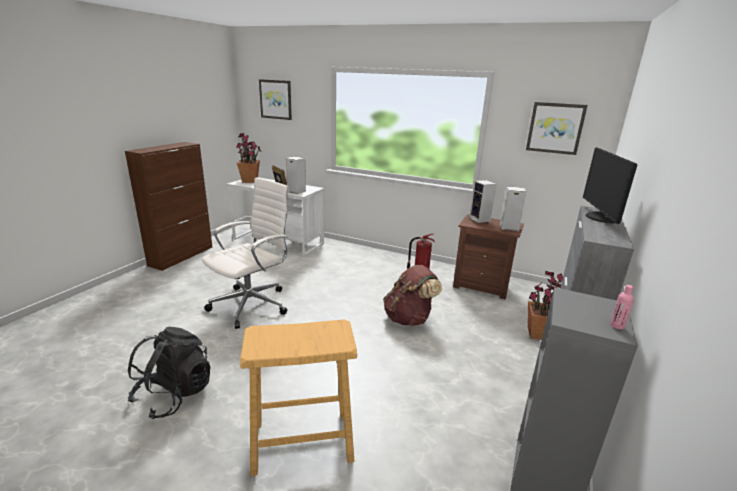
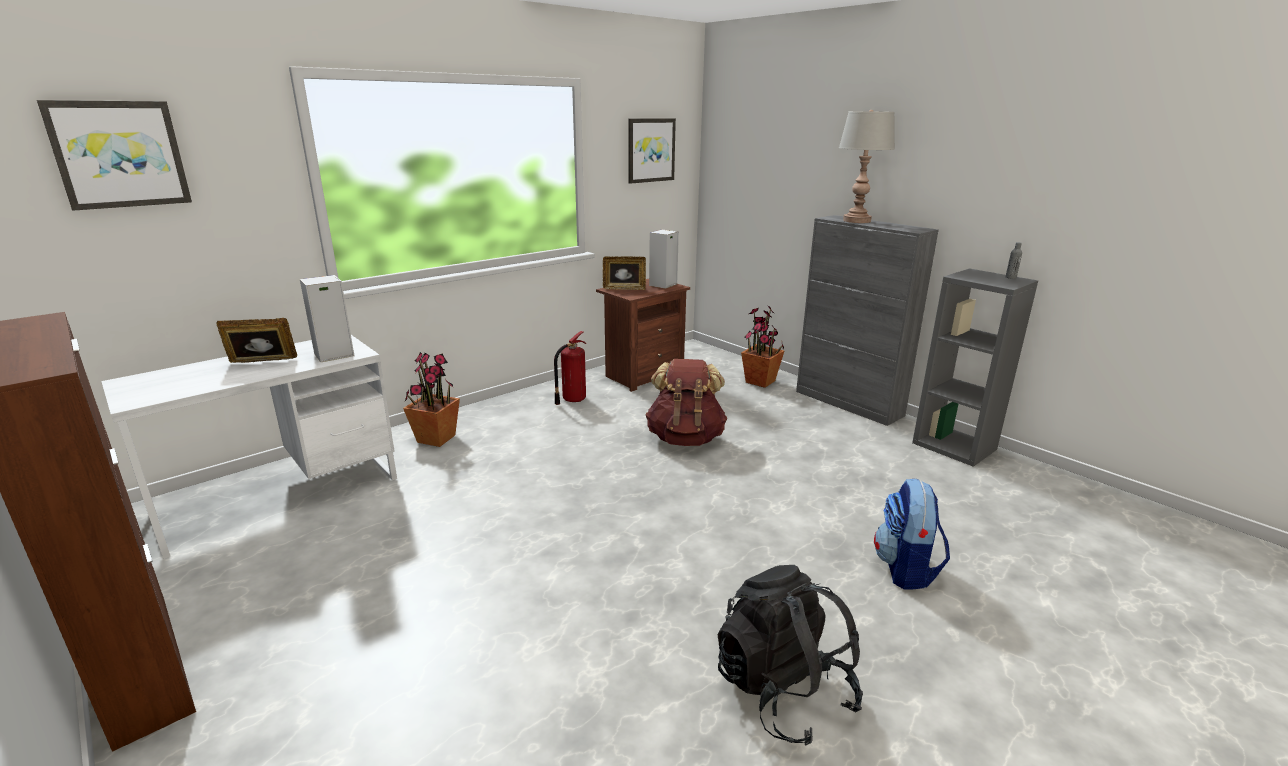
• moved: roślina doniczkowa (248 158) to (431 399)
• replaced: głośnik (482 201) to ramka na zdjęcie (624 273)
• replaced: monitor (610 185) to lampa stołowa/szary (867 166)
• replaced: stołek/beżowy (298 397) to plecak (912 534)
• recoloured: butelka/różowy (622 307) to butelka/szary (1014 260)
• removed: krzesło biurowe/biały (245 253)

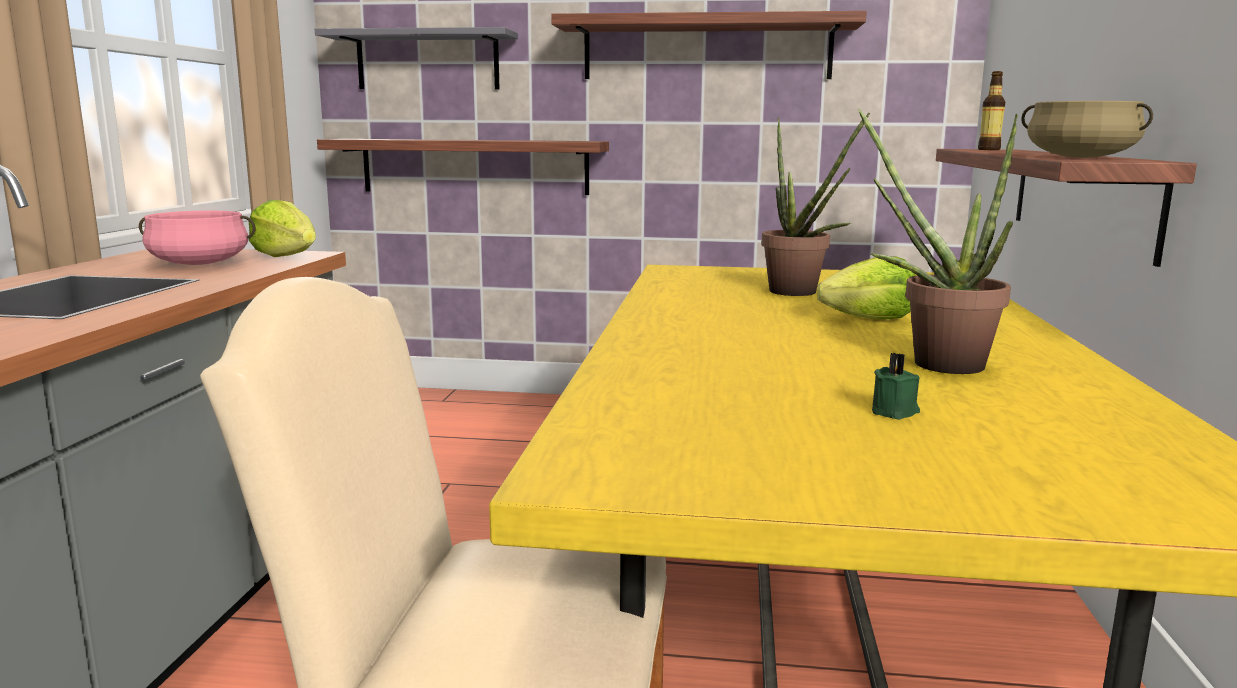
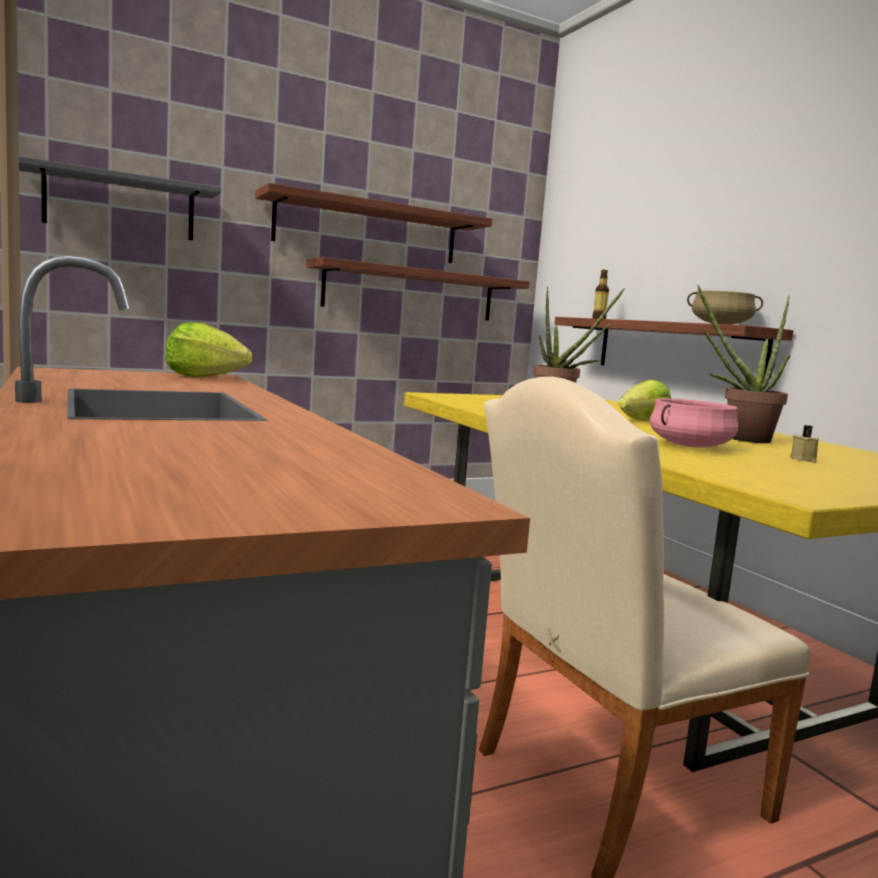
• moved: półka (463 167) to (418 289)
• moved: garnek/różowy (197 238) to (694 422)
• recoloured: świeca/zielony (896 386) to świeca/beżowy (804 444)

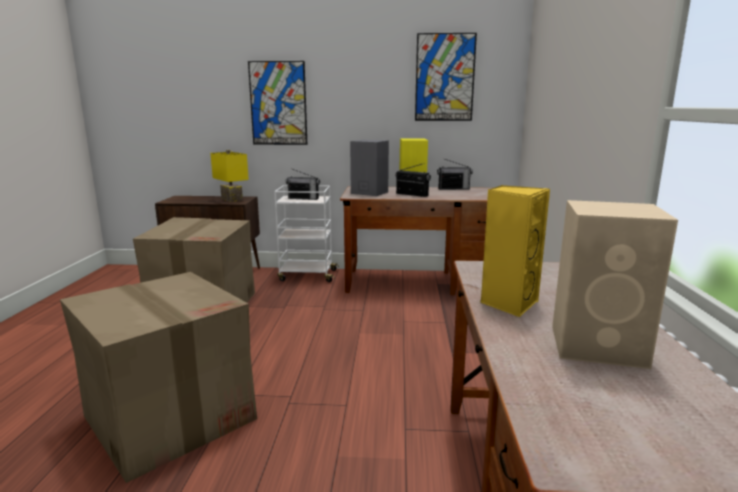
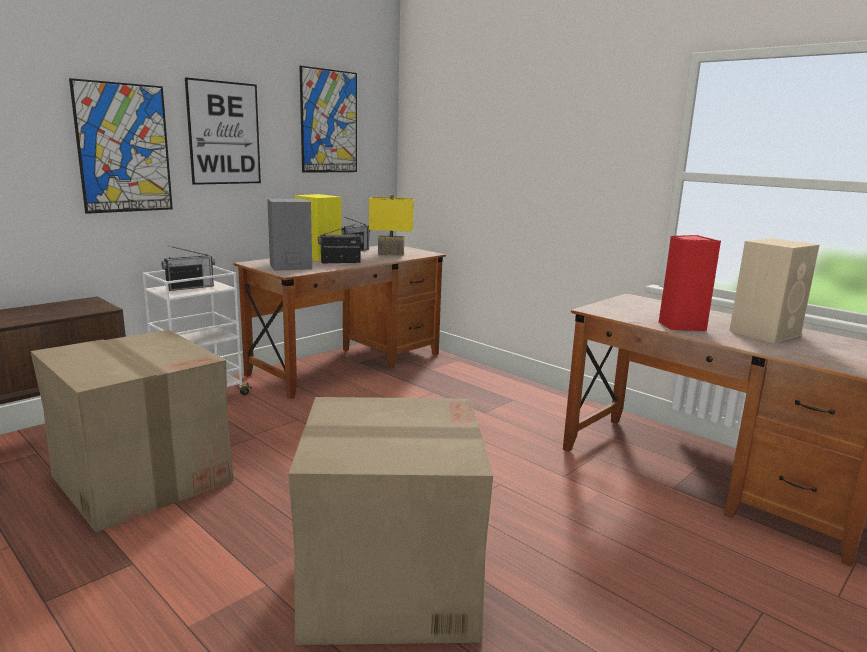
• added: obraz (223 131)
• moved: lampa stołowa/żółty (229 176) to (391 225)
• recoloured: głośnik/żółty (515 251) to głośnik/czerwony (690 283)

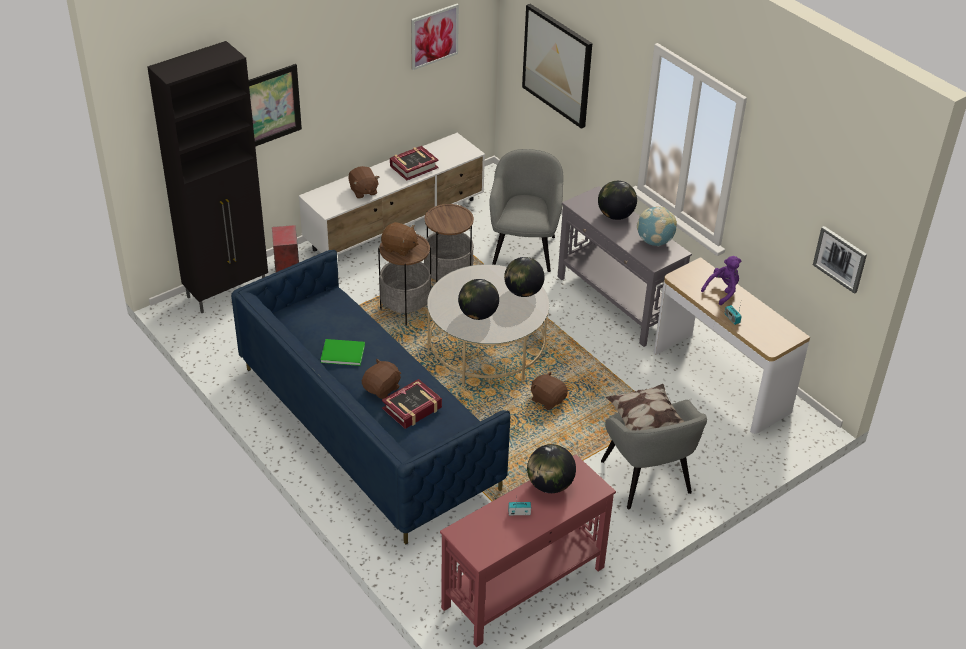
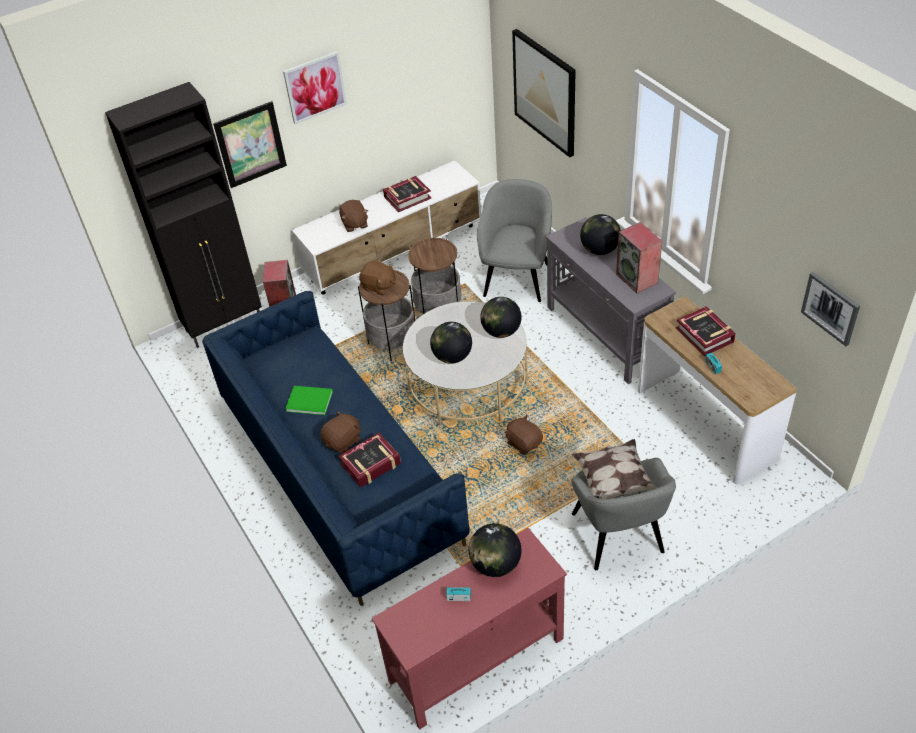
• moved: obraz (435 37) to (315 87)
• replaced: globus (657 226) to głośnik (639 257)
• replaced: pluszak/fioletowy (721 280) to książka (706 331)

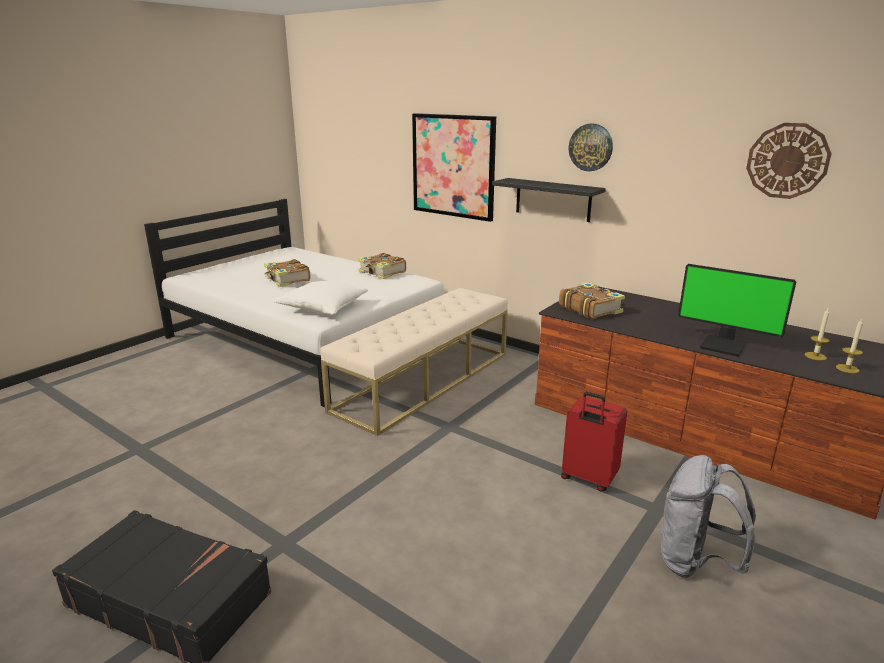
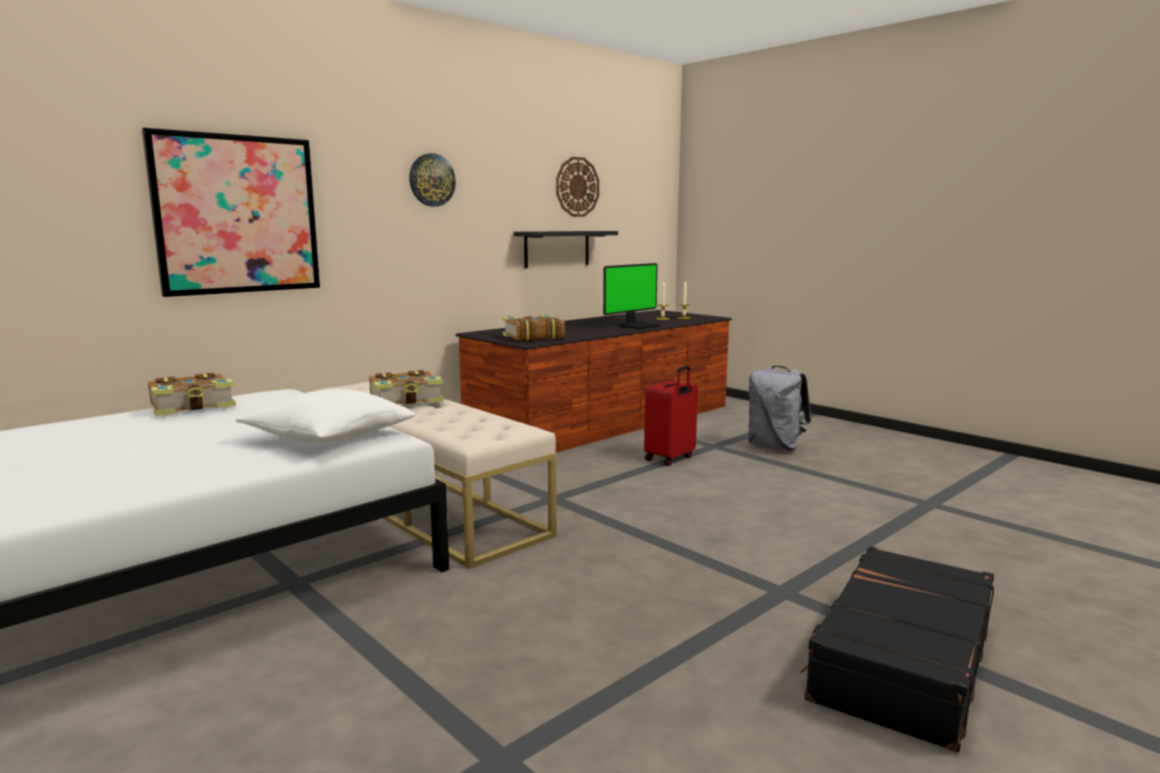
• moved: książka (287 273) to (406 387)
• moved: półka/czarny (549 200) to (565 249)

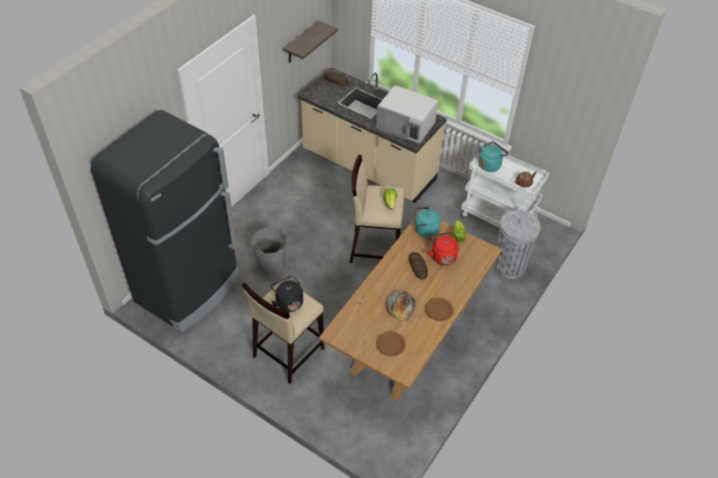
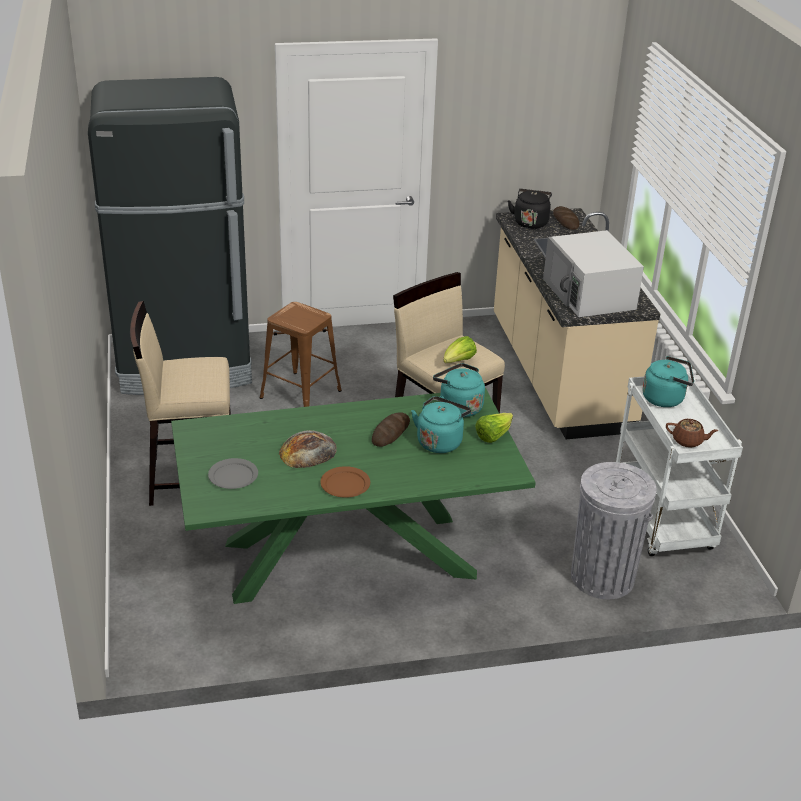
• recoloured: stół jadalny/brązowy (410 309) to stół jadalny/zielony (353 496)
• recoloured: talerz/brązowy (391 343) to talerz/szary (233 473)
• replaced: wiadro/szary (269 250) to stołek/brązowy (301 354)
• recoloured: czajnik/czerwony (443 248) to czajnik/turkusowy (441 424)
• moved: czajnik/czarny (287 293) to (530 209)
• removed: półka (310 42)

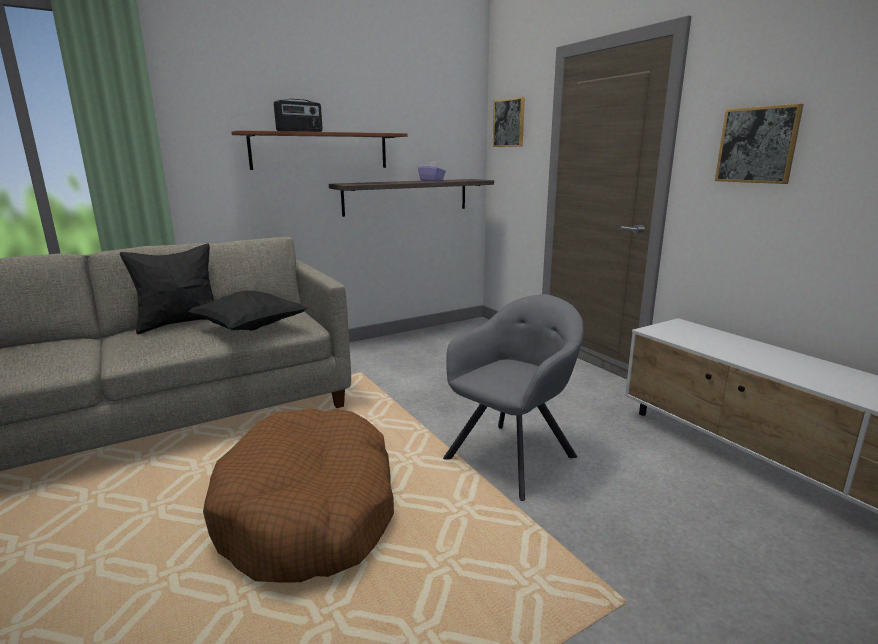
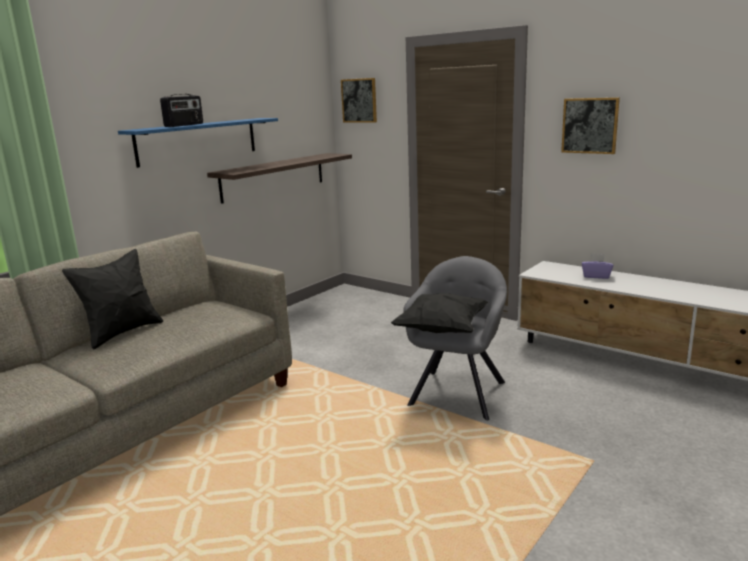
• recoloured: półka/brązowy (319 150) to półka/niebieski (198 143)
• moved: poduszka/czarny (247 311) to (439 313)
• moved: pudełko chusteczek/fioletowy (432 171) to (597 266)
• removed: legowisko/brązowy (298 496)

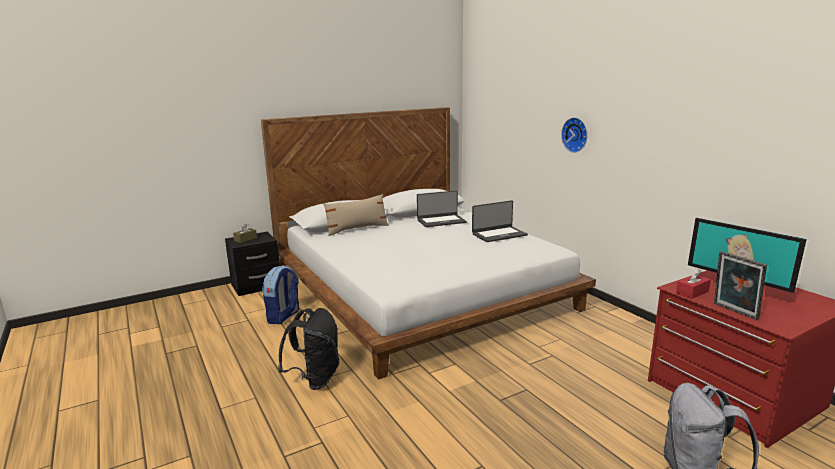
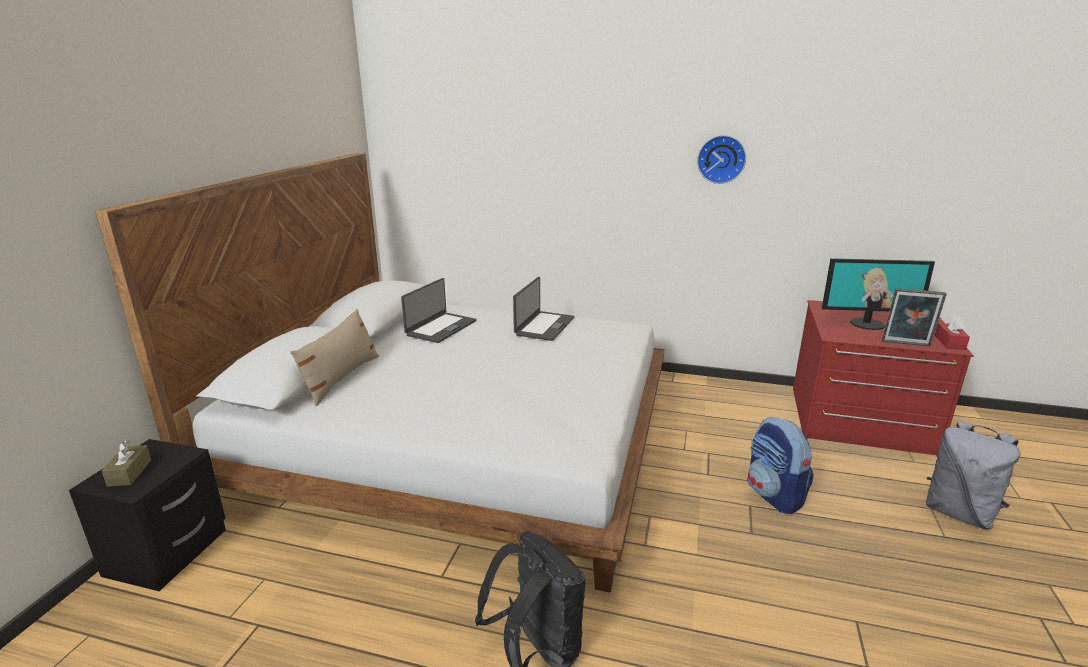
• moved: zegar ścienny (574 135) to (721 159)
• moved: plecak (280 294) to (780 465)
• moved: pudełko chusteczek/czerwony (693 283) to (952 333)

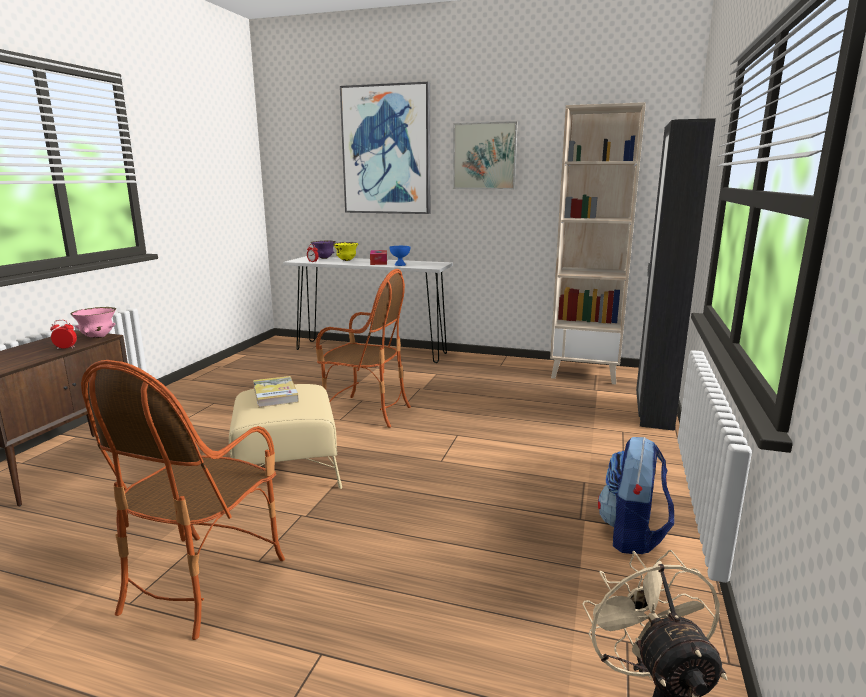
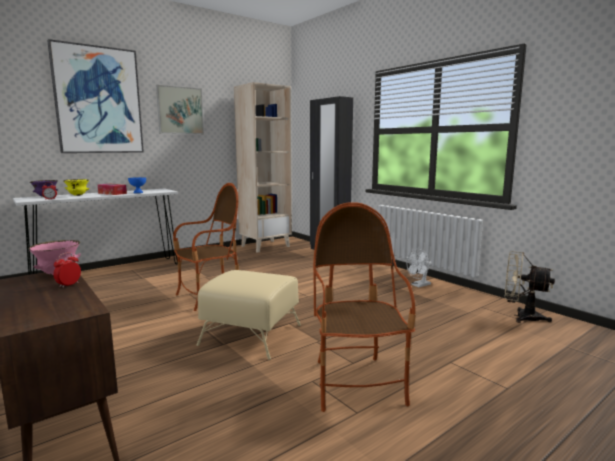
• turned: fotel (183 500) = (364 307) 150 degrees counterclockwise
• replaced: plecak (636 495) to wentylator/biały (419 268)
• removed: książka (276 392)

